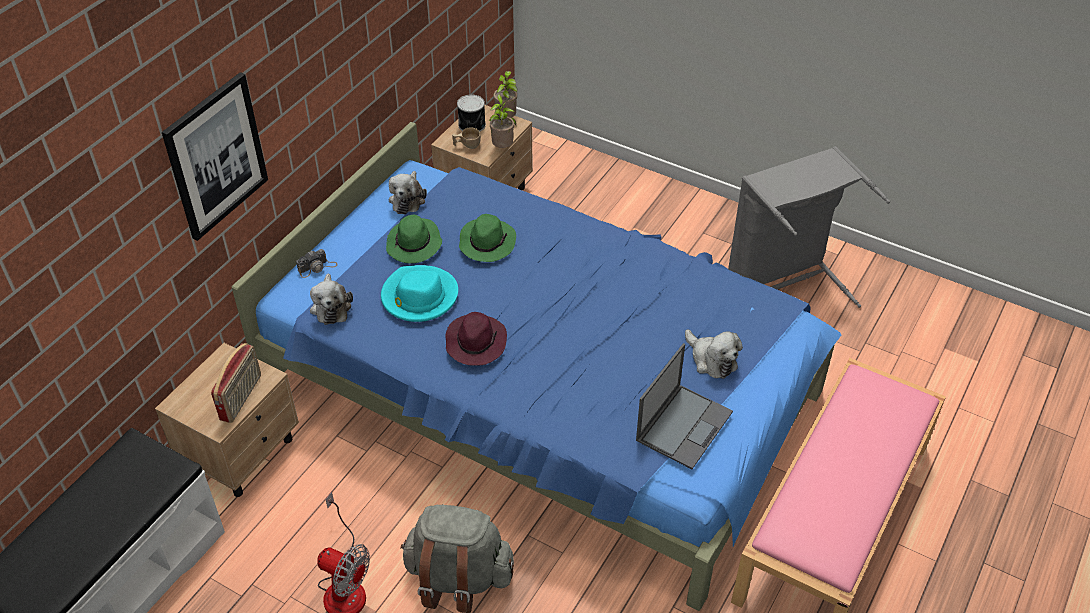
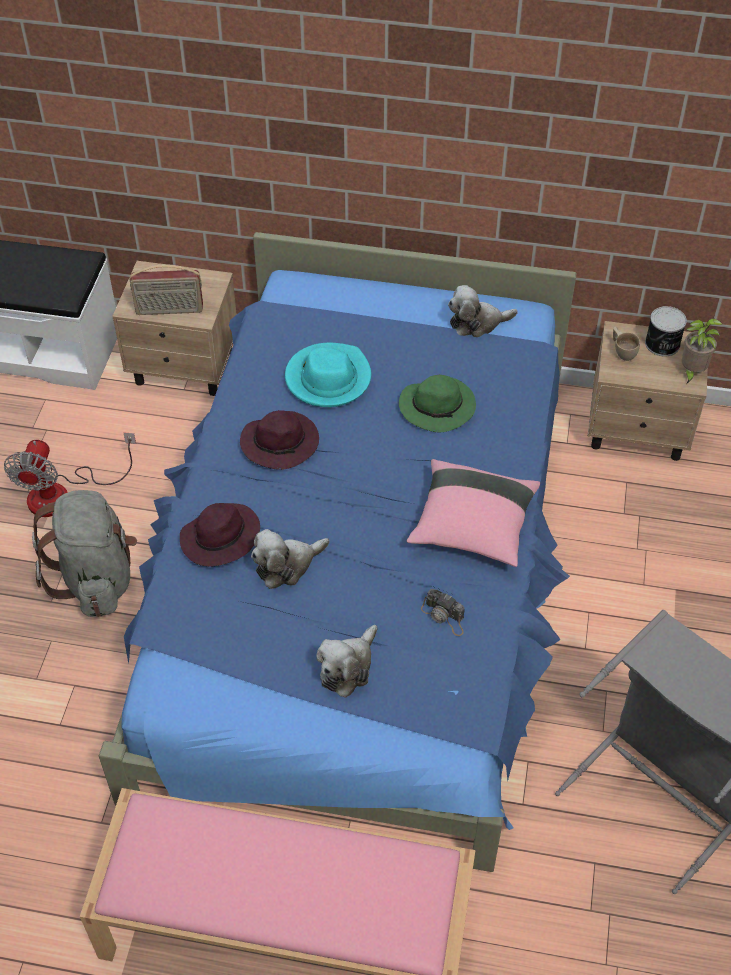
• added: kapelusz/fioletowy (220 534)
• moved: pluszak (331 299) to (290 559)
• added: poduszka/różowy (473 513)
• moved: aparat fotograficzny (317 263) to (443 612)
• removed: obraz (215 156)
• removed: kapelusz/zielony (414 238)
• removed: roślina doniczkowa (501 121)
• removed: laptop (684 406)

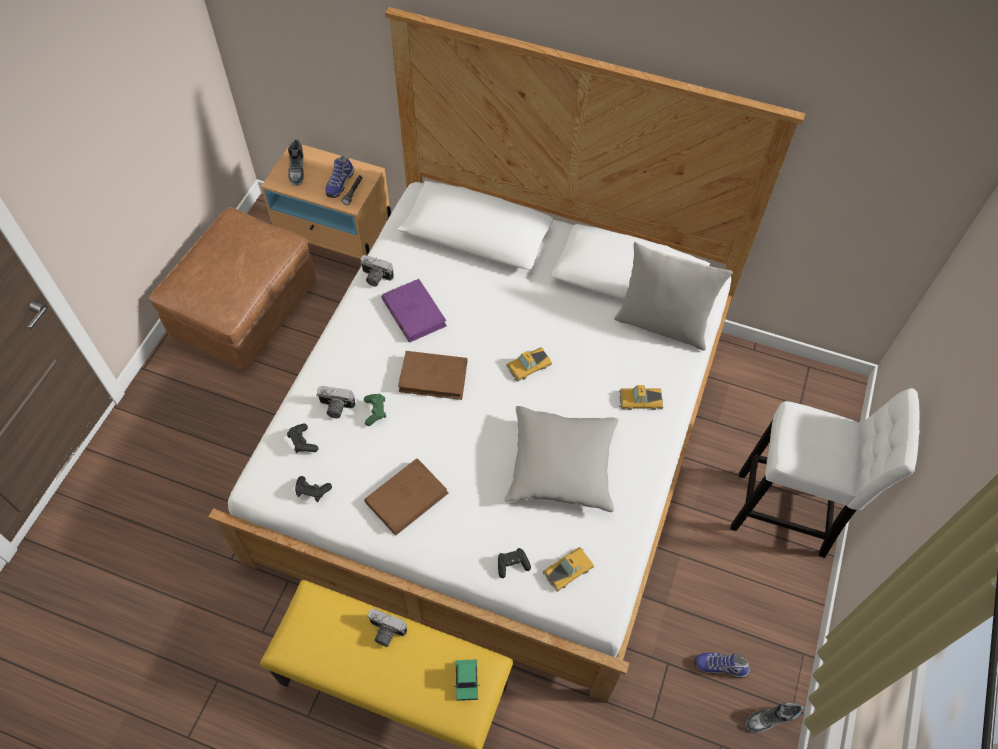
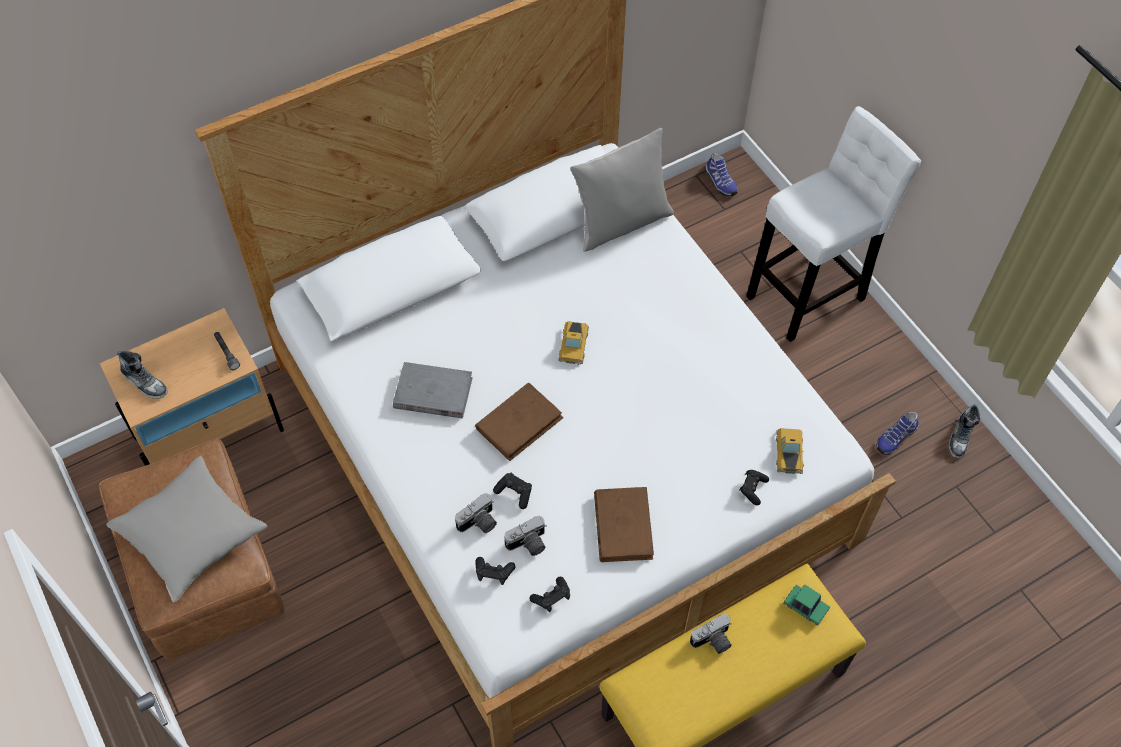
• moved: poduszka/szary (561 459) to (186 529)
• recoloured: książka/fioletowy (414 311) to książka/szary (433 390)
• recoloured: pad do gier/zielony (375 410) to pad do gier/czarny (512 491)
• moved: aparat fotograficzny (377 270) to (525 536)
• moved: but (339 176) to (721 174)
• removed: samochodzik (641 397)

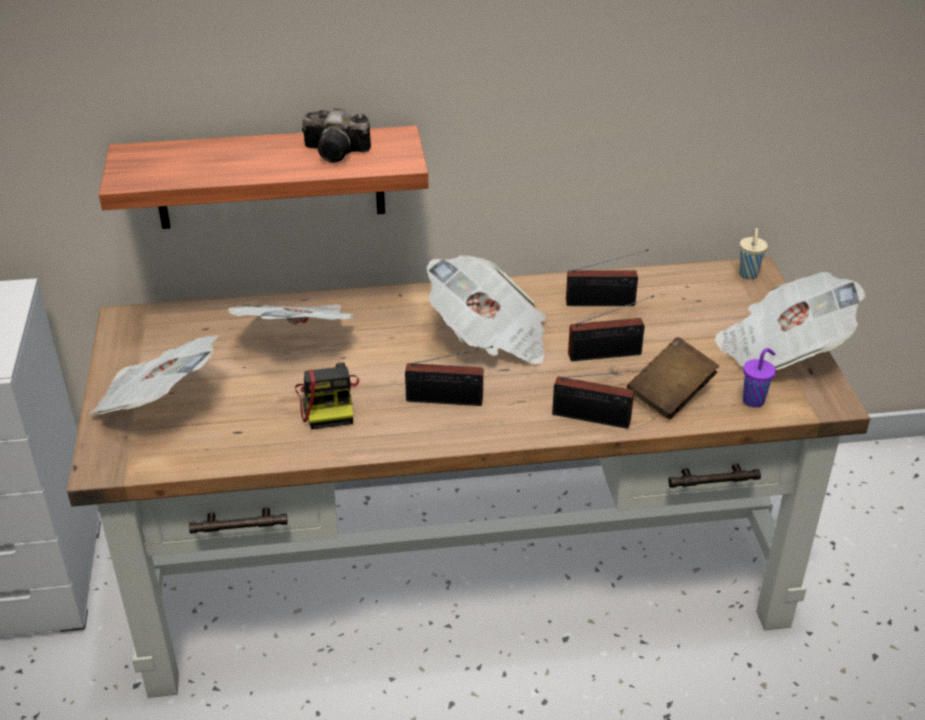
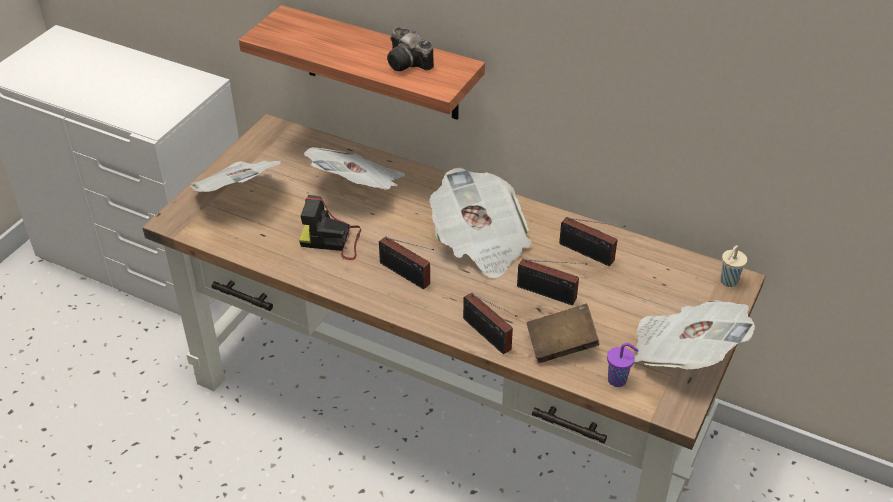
• turned: aparat fotograficzny (327 395) = (330 227) 75 degrees clockwise

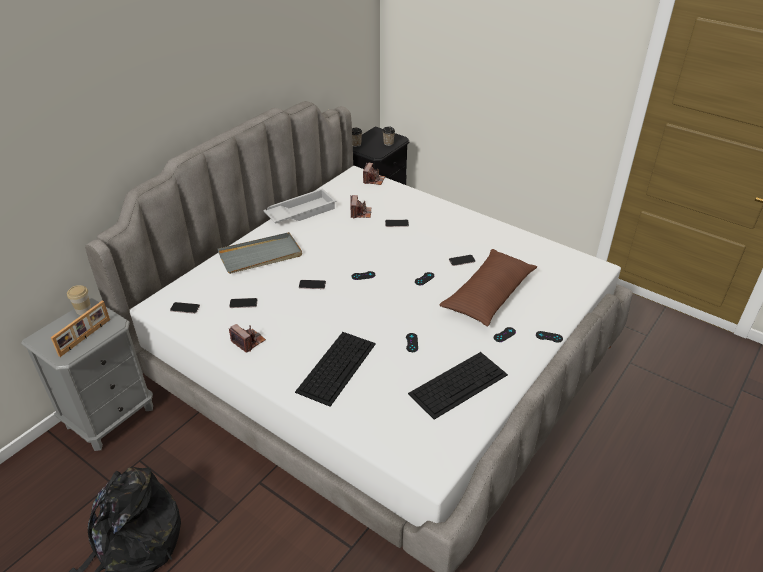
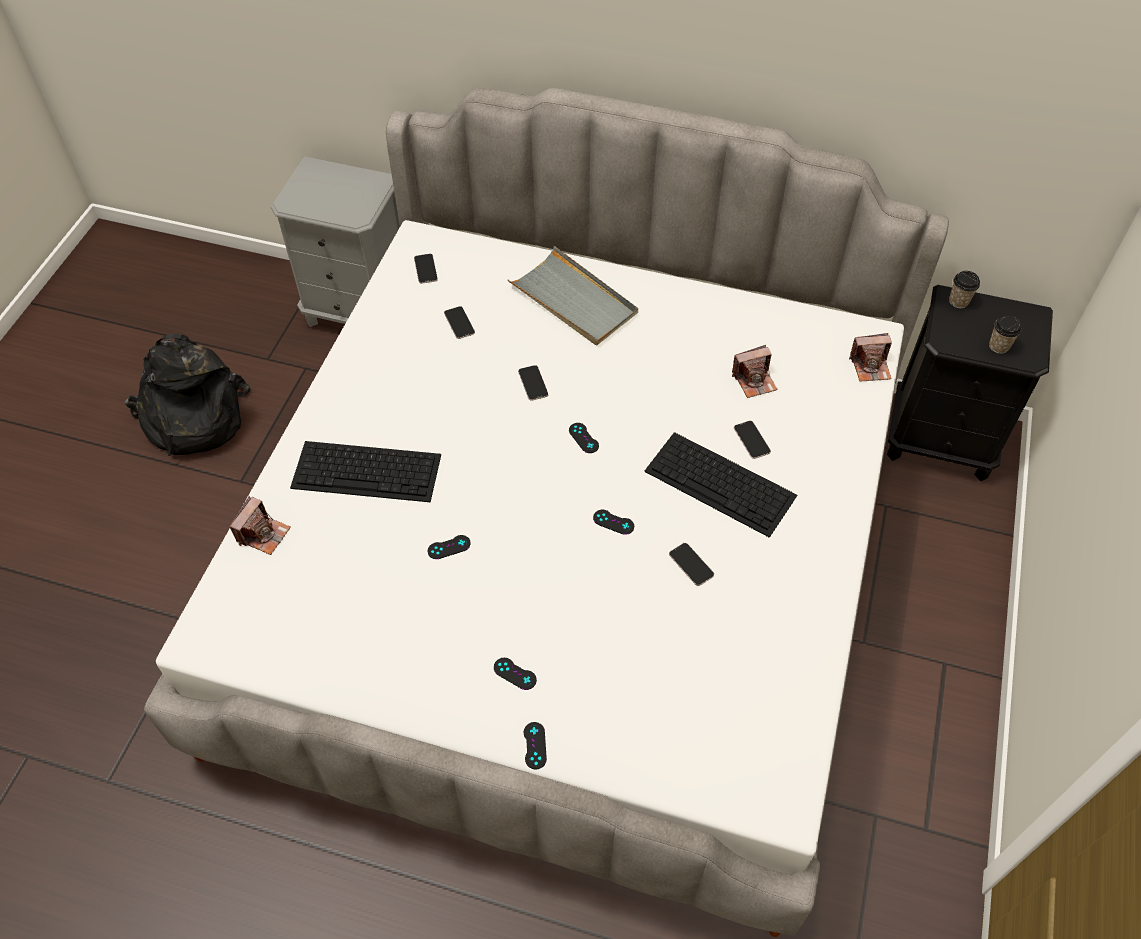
• moved: aparat fotograficzny (247 338) to (260 525)
• moved: klawiatura (458 386) to (720 485)
• removed: ramka na zdjęcie (80 329)
• removed: filiżanka (79 300)
• removed: taca/biały (300 206)
• removed: poduszka/brązowy (488 287)

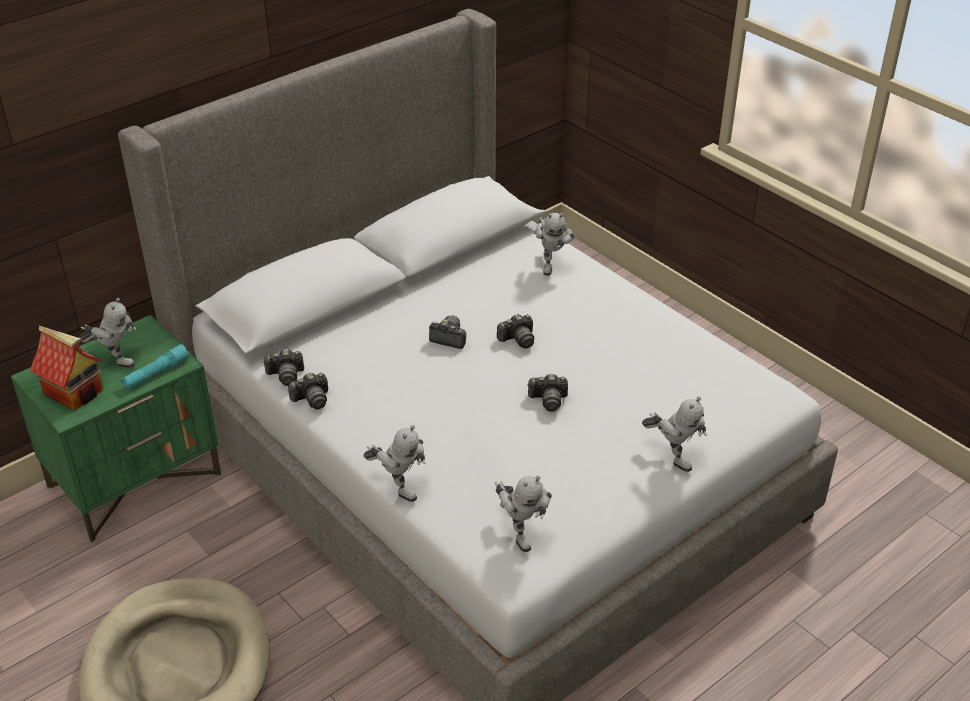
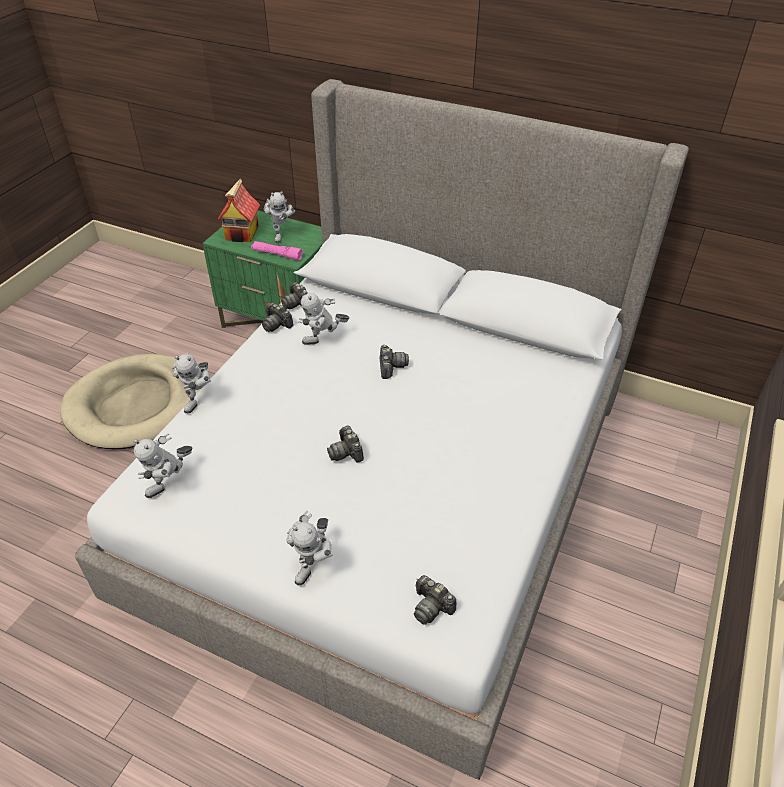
• recoloured: latarka/turkusowy (155 367) to latarka/różowy (277 250)
• moved: robot zabawkowy (554 244) to (324 317)
• moved: aparat fotograficzny (515 331) to (435 600)

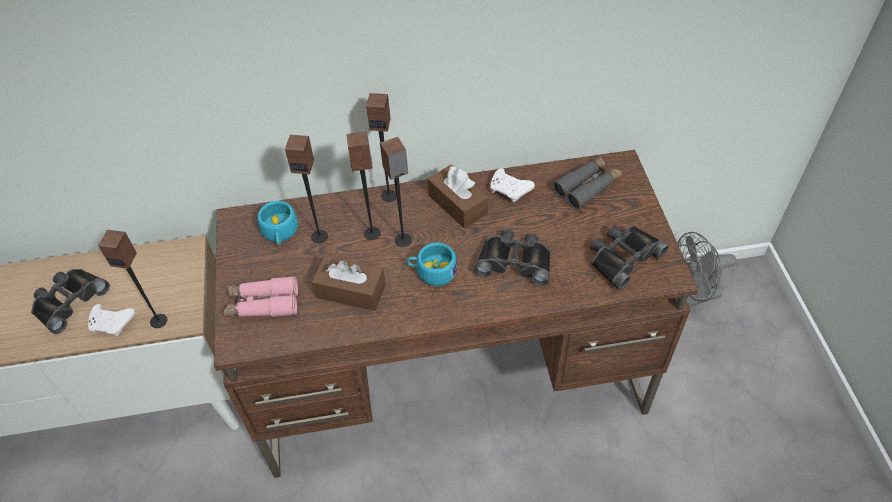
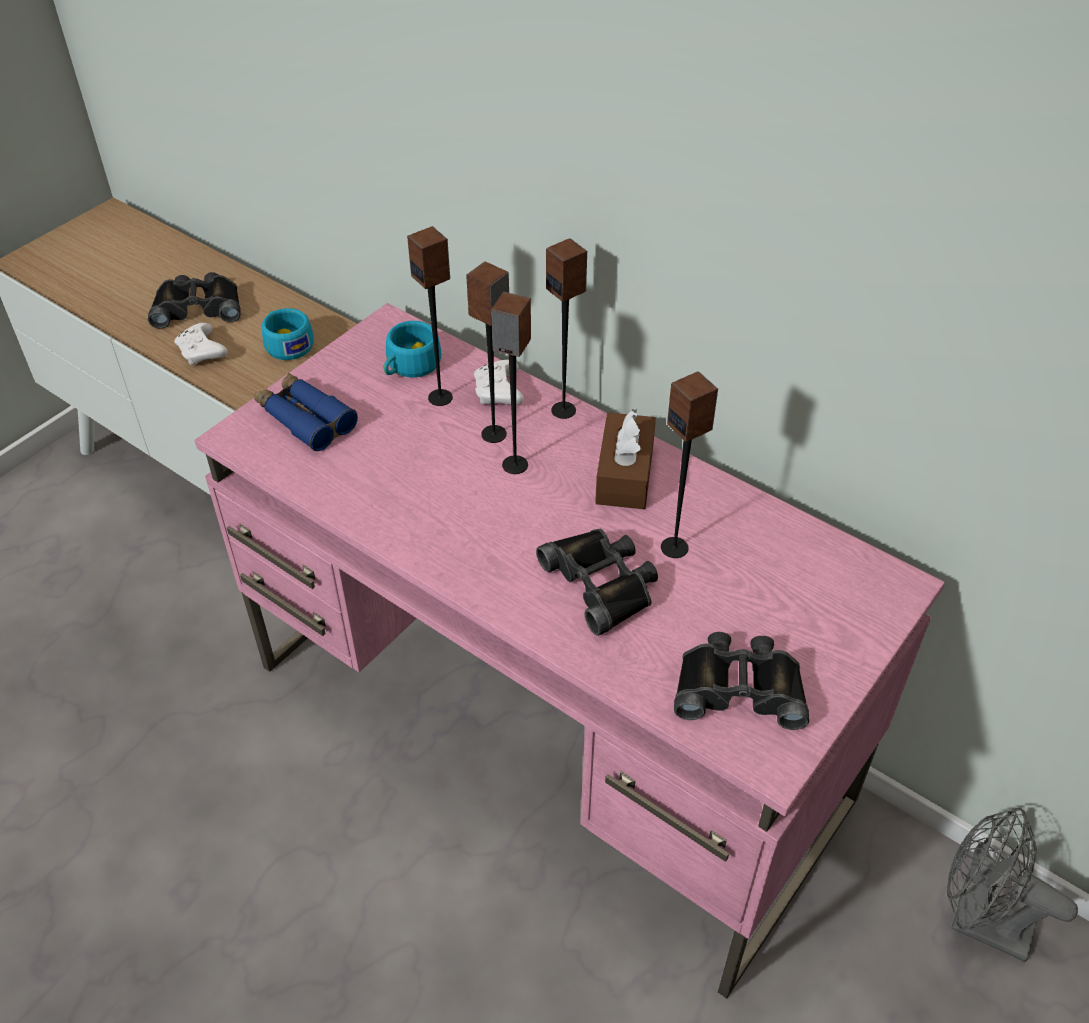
• recoloured: biurko/brązowy (456 314) to biurko/różowy (570 651)
• recoloured: lornetka/różowy (260 296) to lornetka/niebieski (306 412)
• moved: filiżanka/turkusowy (432 264) to (287 334)
• moved: pad do gier/biały (512 185) to (499 382)
• moved: głośnik (132 279) to (689 464)
• removed: pudełko chusteczek/brązowy (349 283)
• removed: lornetka/szary (587 183)

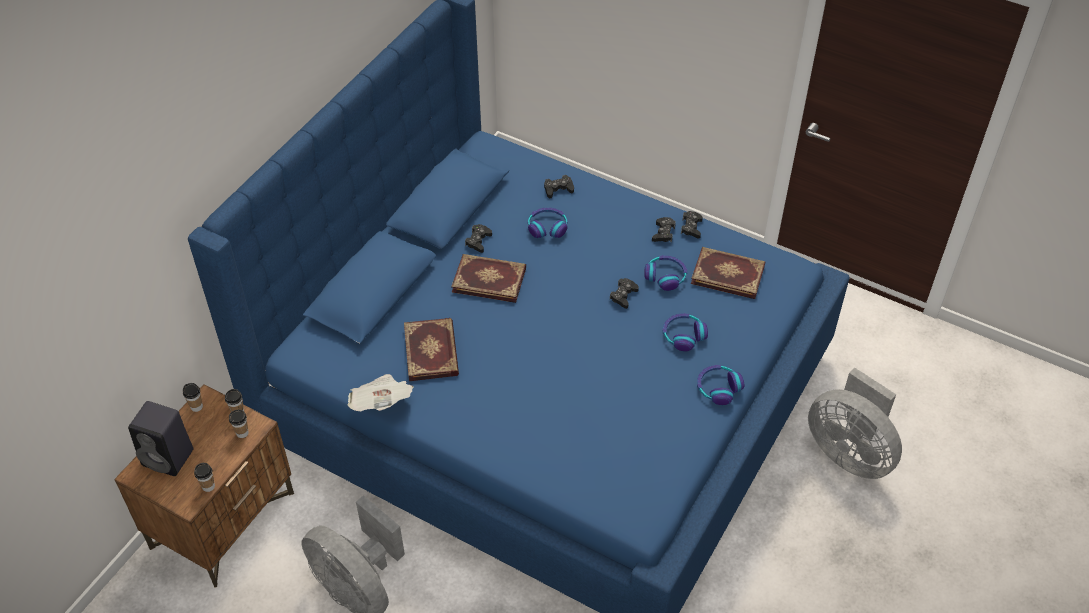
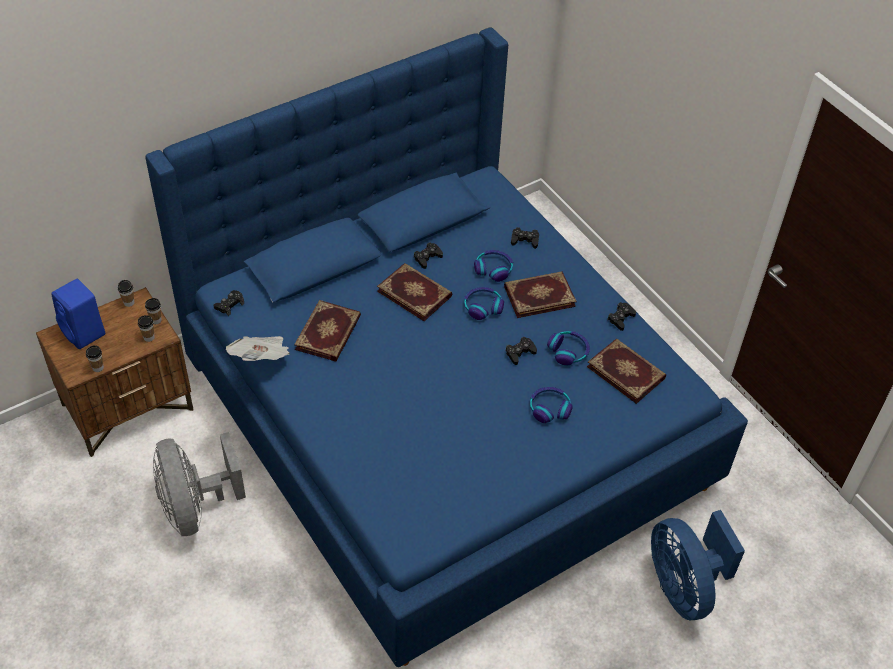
• recoloured: głośnik/czarny (160 438) to głośnik/niebieski (78 314)
• moved: pad do gier/czarny (664 230) to (228 303)
• moved: słuchawki (720 385) to (484 303)
• added: książka (540 294)
• recoloured: wentylator/szary (855 423) to wentylator/niebieski (698 565)

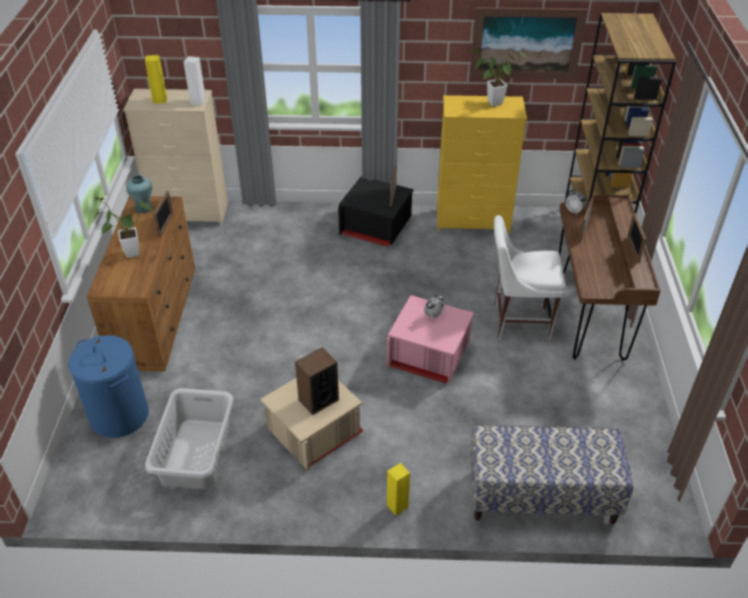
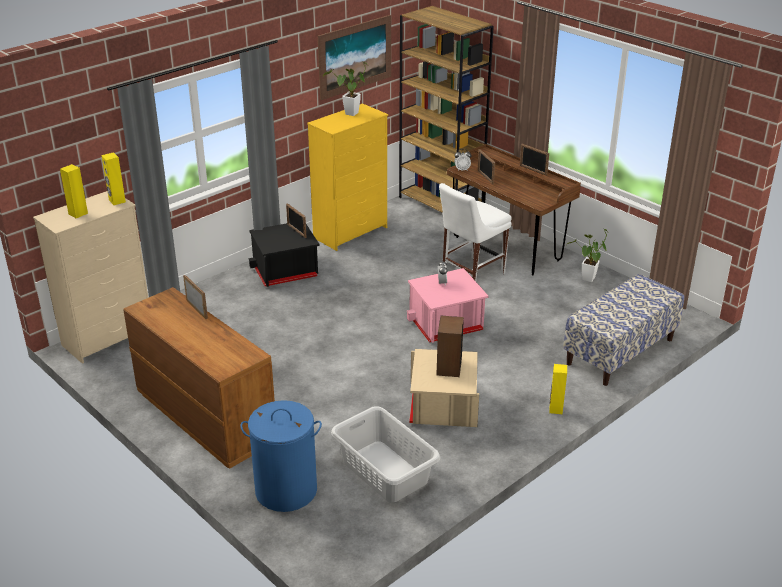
• recoloured: głośnik/biały (194 81) to głośnik/żółty (113 178)
• moved: roślina doniczkowa (123 227) to (587 255)
• removed: wazon/turkusowy (139 194)

